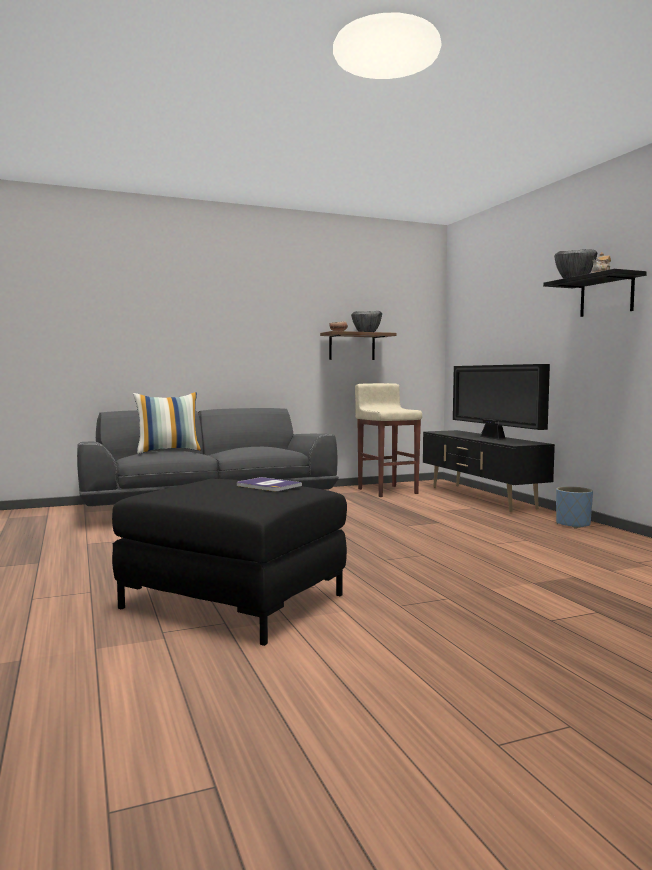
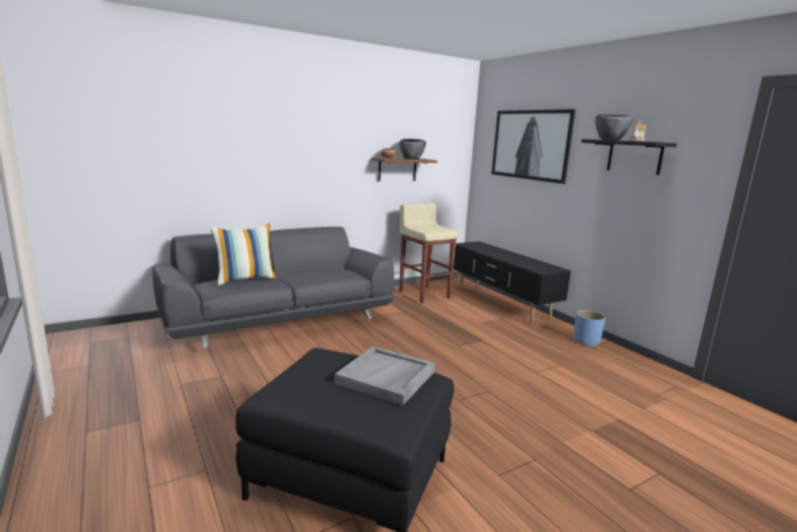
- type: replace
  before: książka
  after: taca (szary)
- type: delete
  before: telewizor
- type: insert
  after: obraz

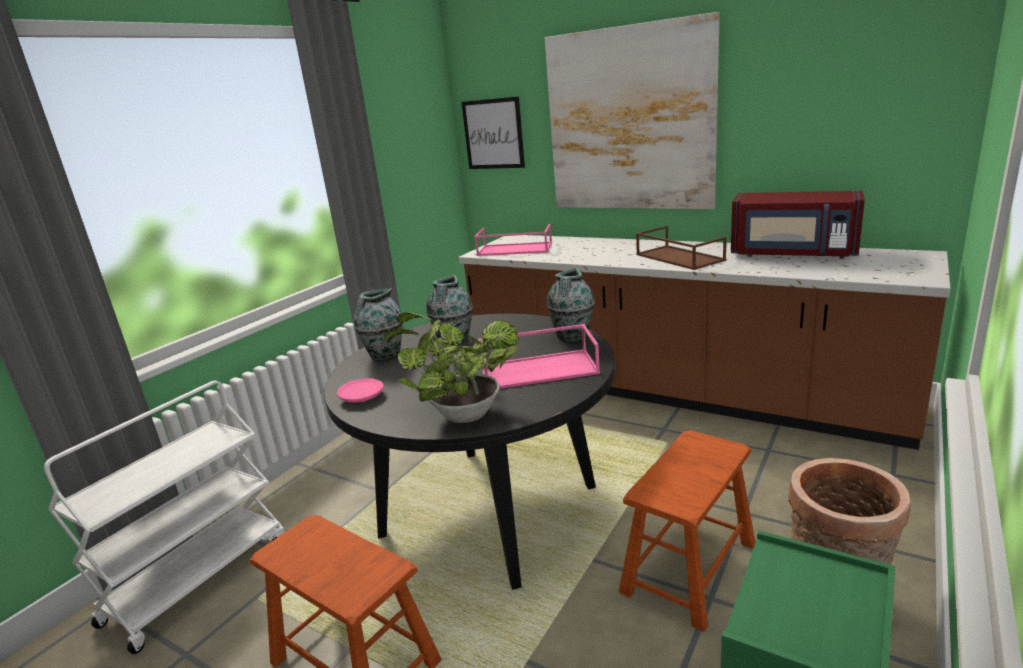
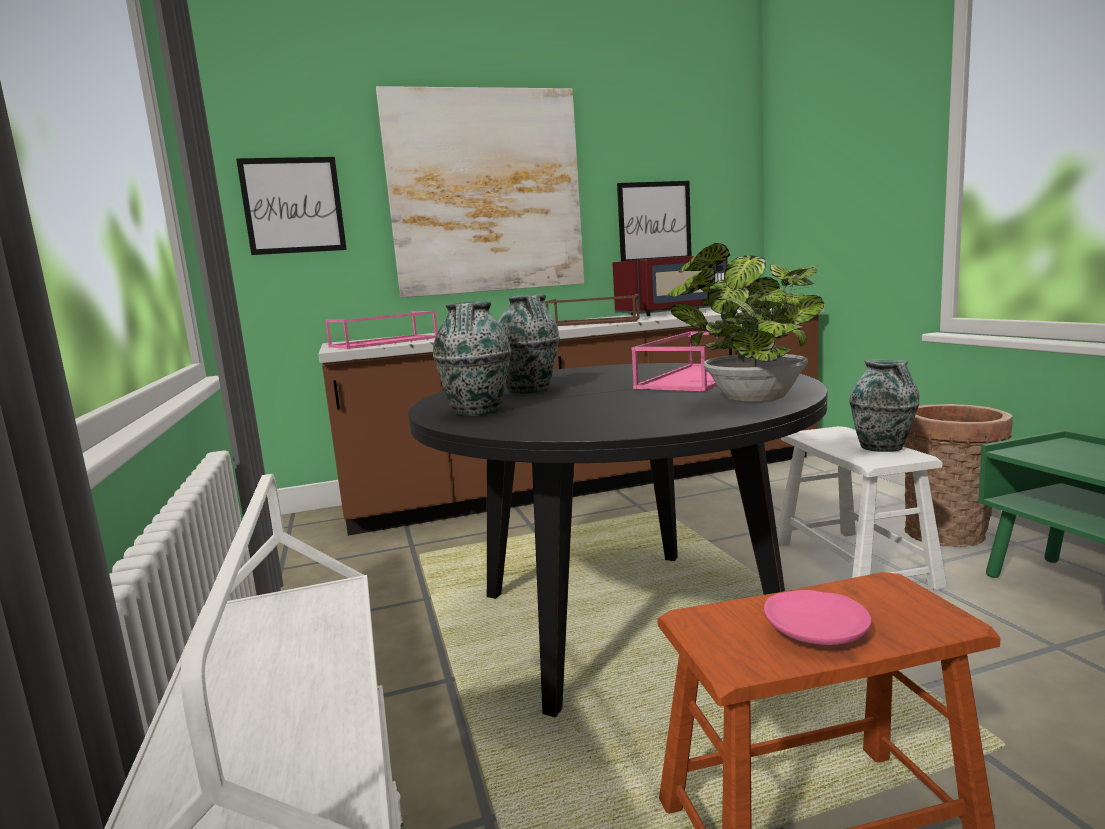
- type: move
  before: talerz (różowy)
- type: move
  before: wazon (3rd from left)
- type: recolor
  before: stołek (brązowy) (2nd from left)
  after: stołek (biały)
- type: insert
  after: obraz (3rd from left)

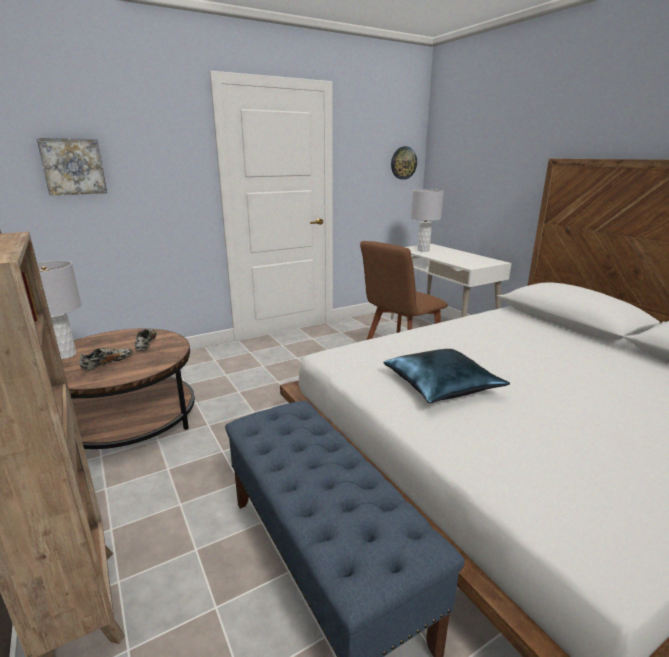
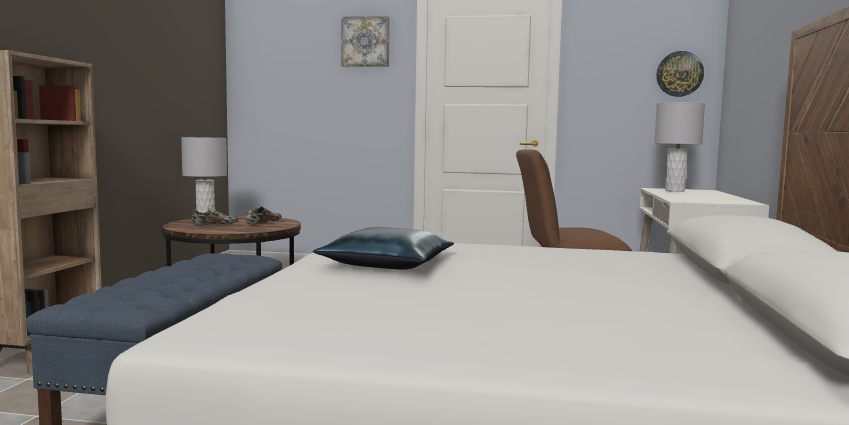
- type: move
  before: obraz

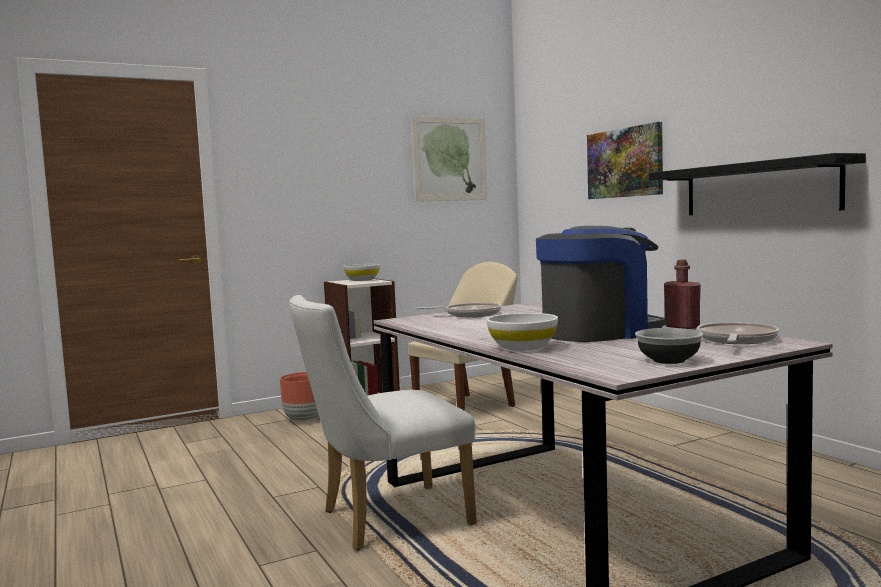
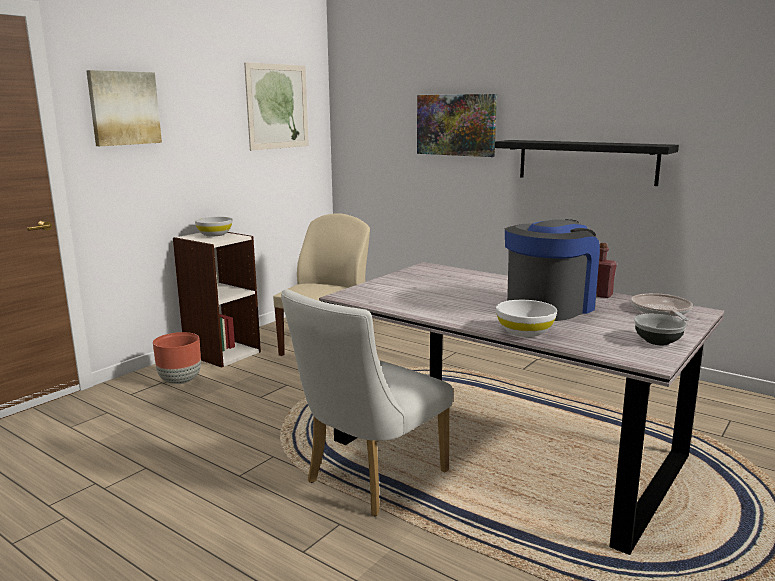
- type: delete
  before: patelnia (1st from left)
- type: insert
  after: obraz (1st from left)

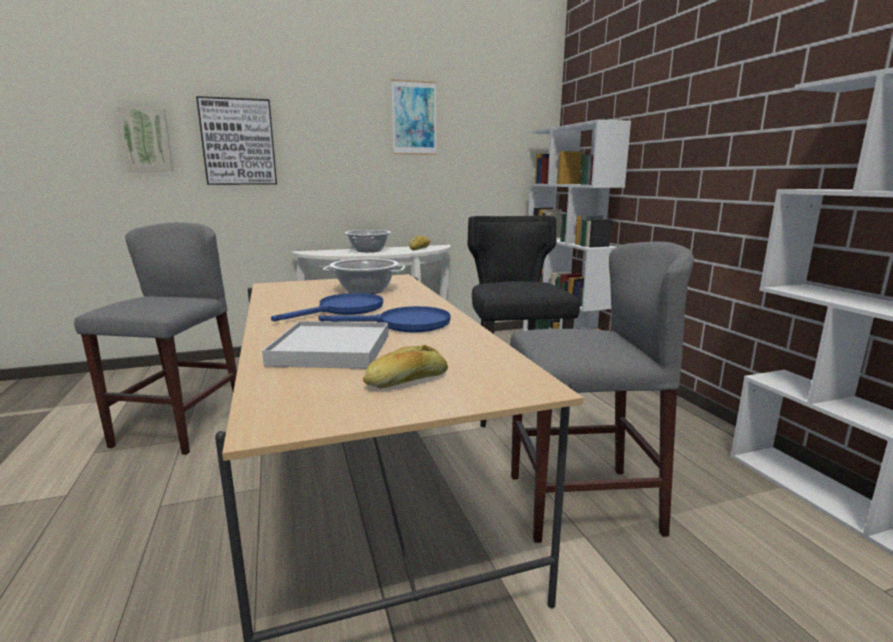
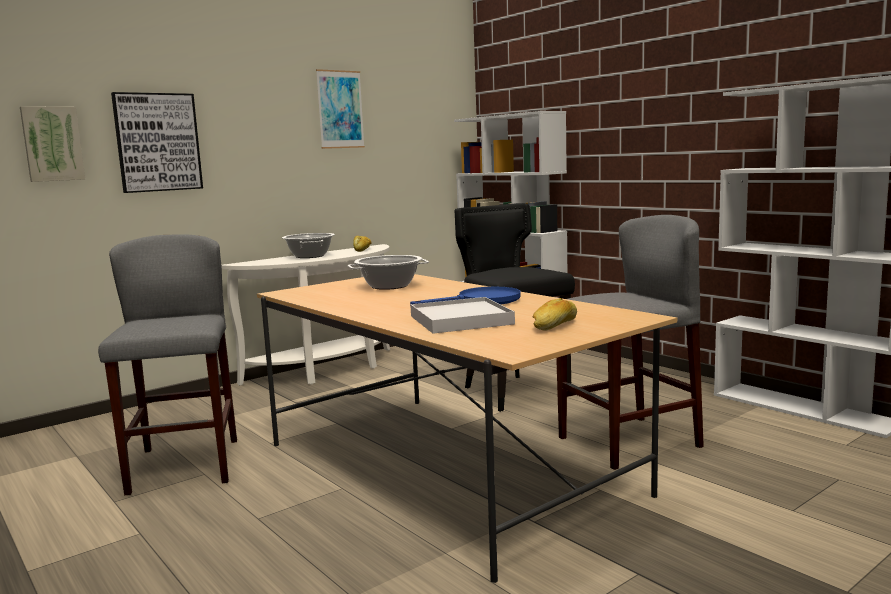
- type: delete
  before: patelnia (niebieski) (1st from left)

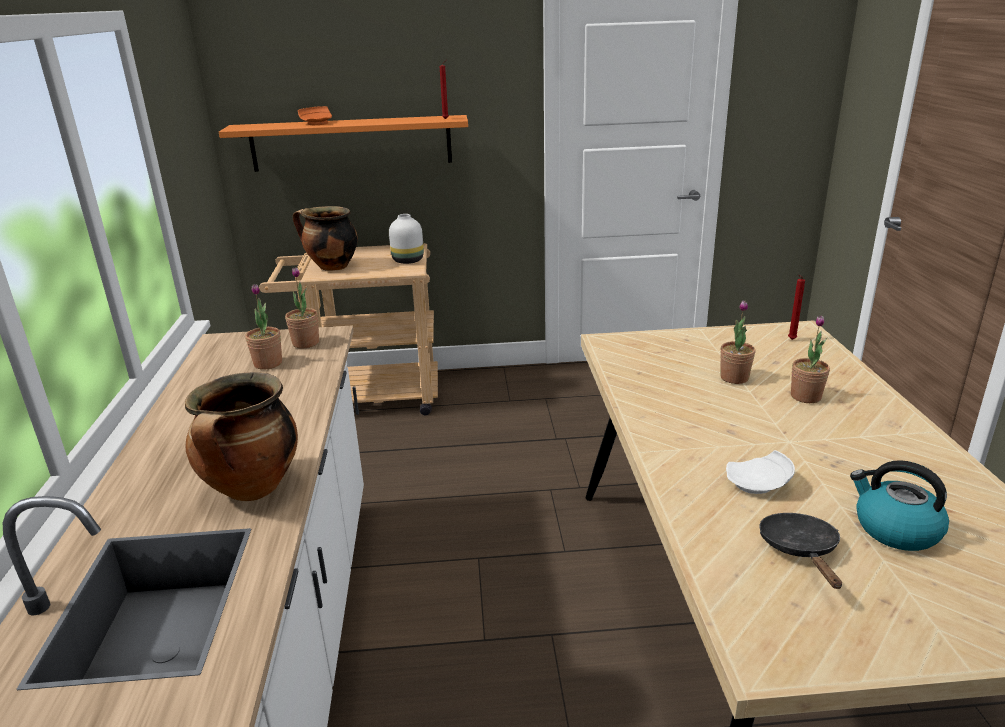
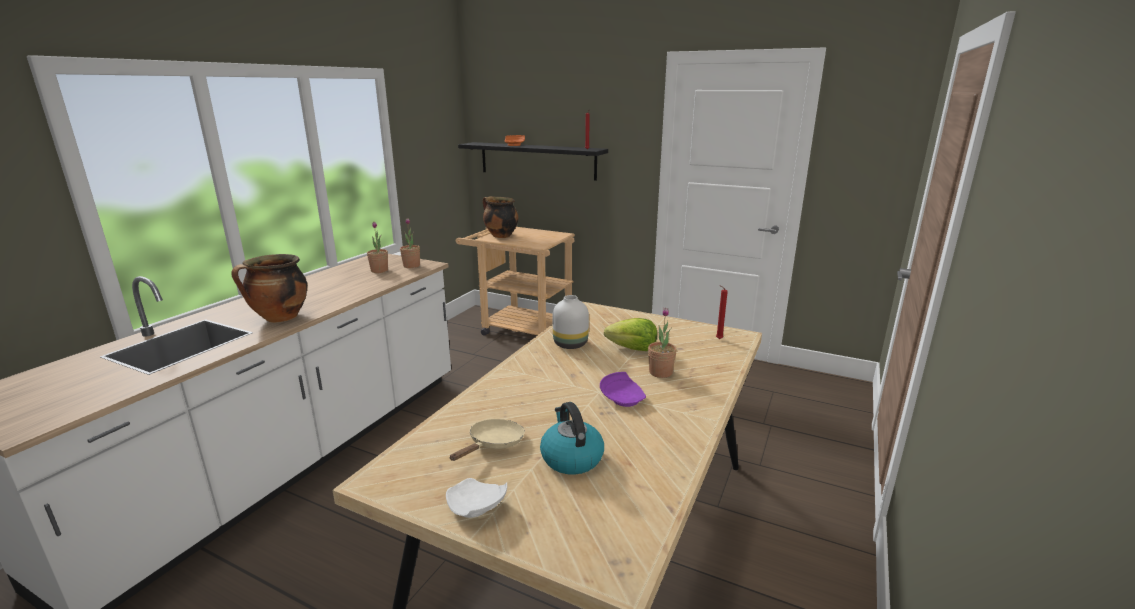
- type: recolor
  before: półka (pomarańczowy)
  after: półka (czarny)
- type: move
  before: wazon (biały)
- type: replace
  before: roślina doniczkowa (3rd from left)
  after: sałata
- type: move
  before: talerz (biały)
- type: recolor
  before: patelnia (czarny)
  after: patelnia (beżowy)
- type: insert
  after: talerz (fioletowy)

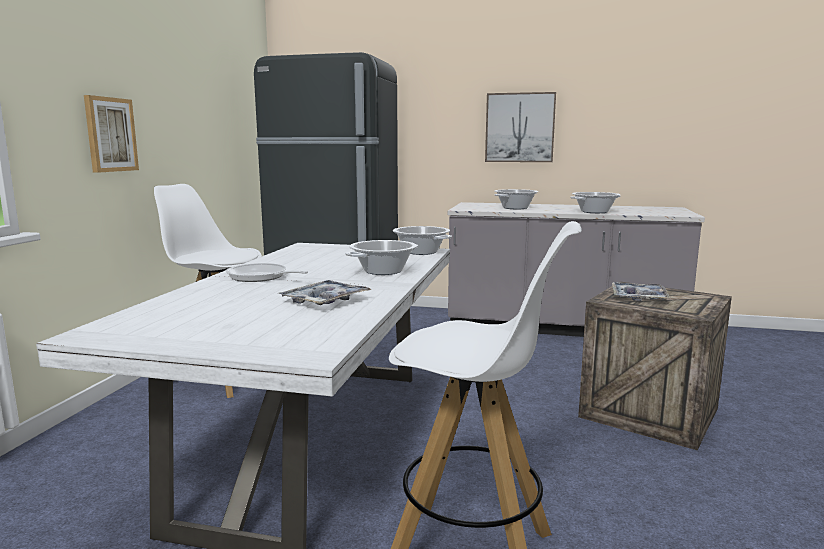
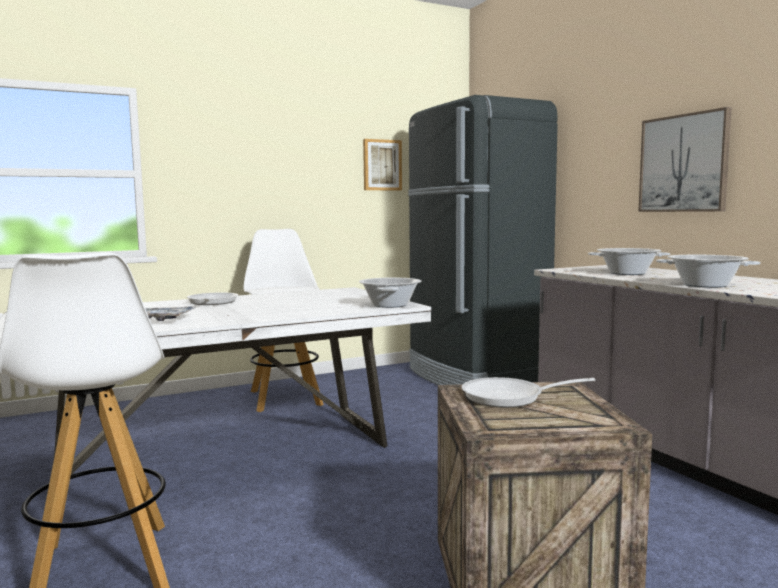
- type: move
  before: obraz (1st from left)
- type: delete
  before: garnek (1st from left)
- type: replace
  before: taca (2nd from left)
  after: patelnia (2nd from left)

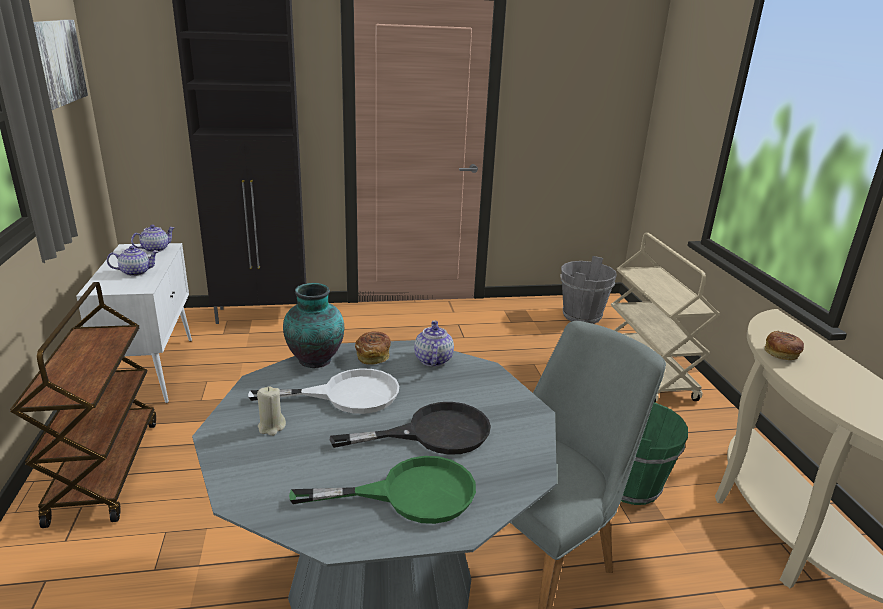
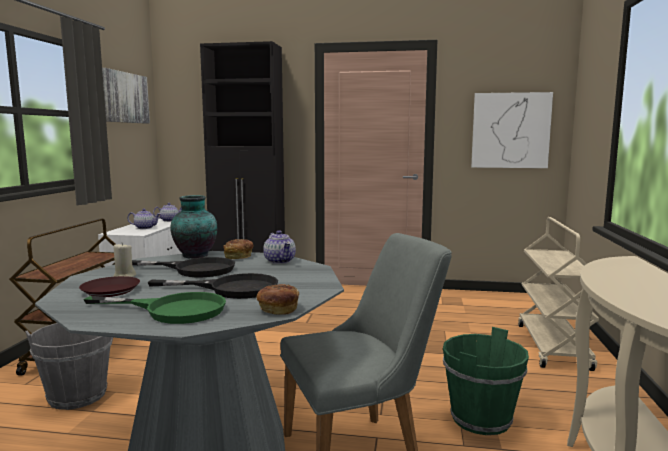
- type: recolor
  before: patelnia (biały)
  after: patelnia (czarny) (1st from left)
- type: rotate
  before: imbryk (3rd from left)
  turn: 135
- type: move
  before: wiadro (szary)
- type: move
  before: chleb (2nd from left)
- type: insert
  after: talerz (brązowy)
- type: insert
  after: obraz (2nd from left)

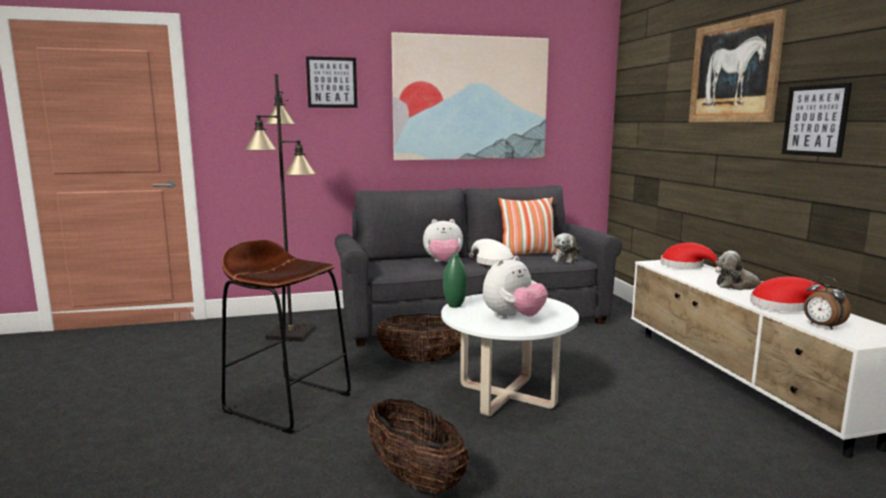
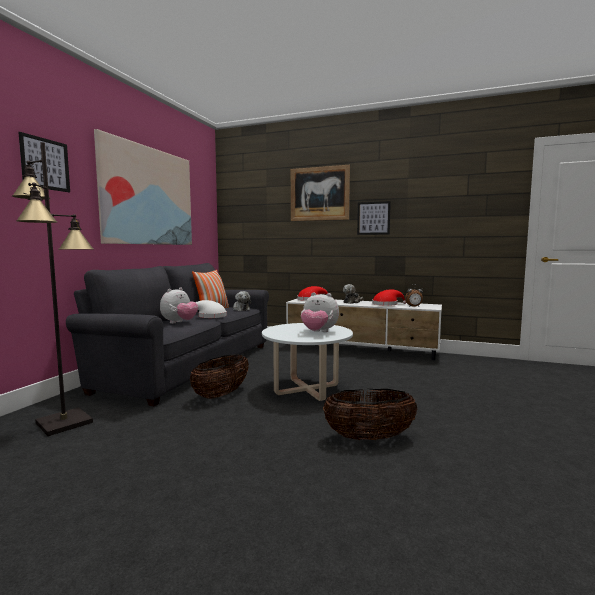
- type: delete
  before: stołek (brązowy)
- type: delete
  before: wazon (zielony)
- type: rotate
  before: pluszak (2nd from left in the first image)
  turn: 120

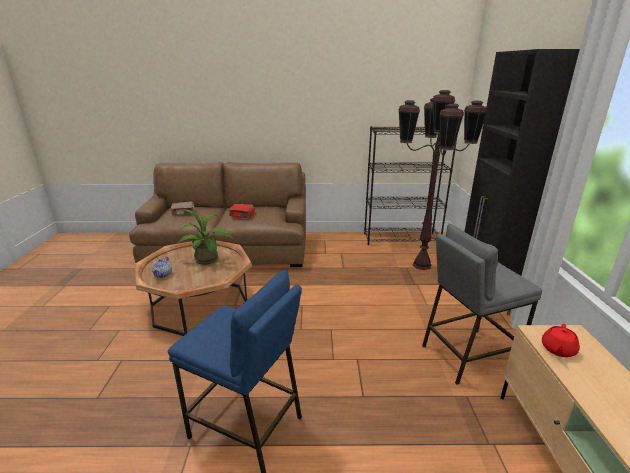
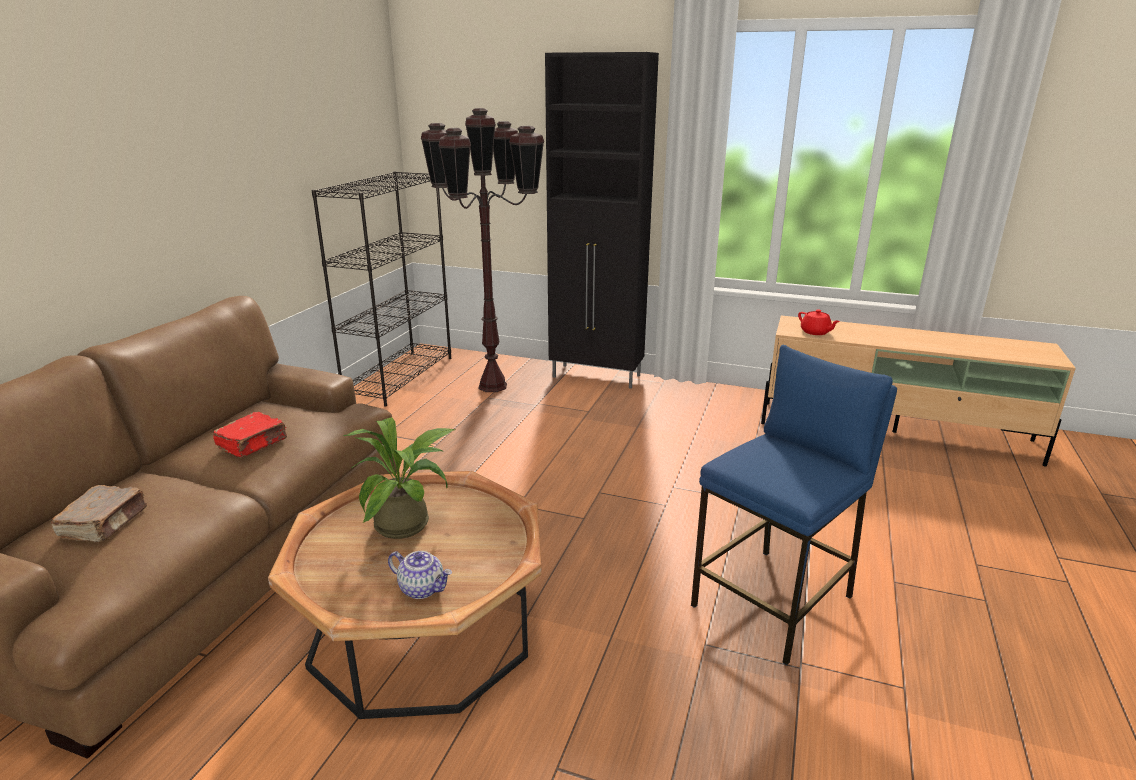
- type: delete
  before: stołek (szary)

